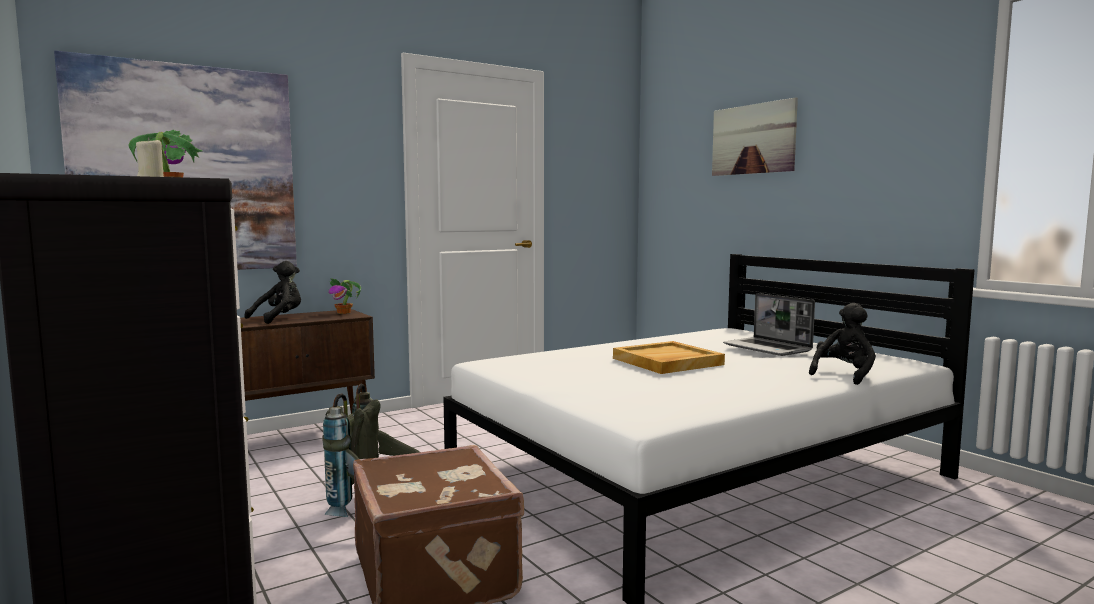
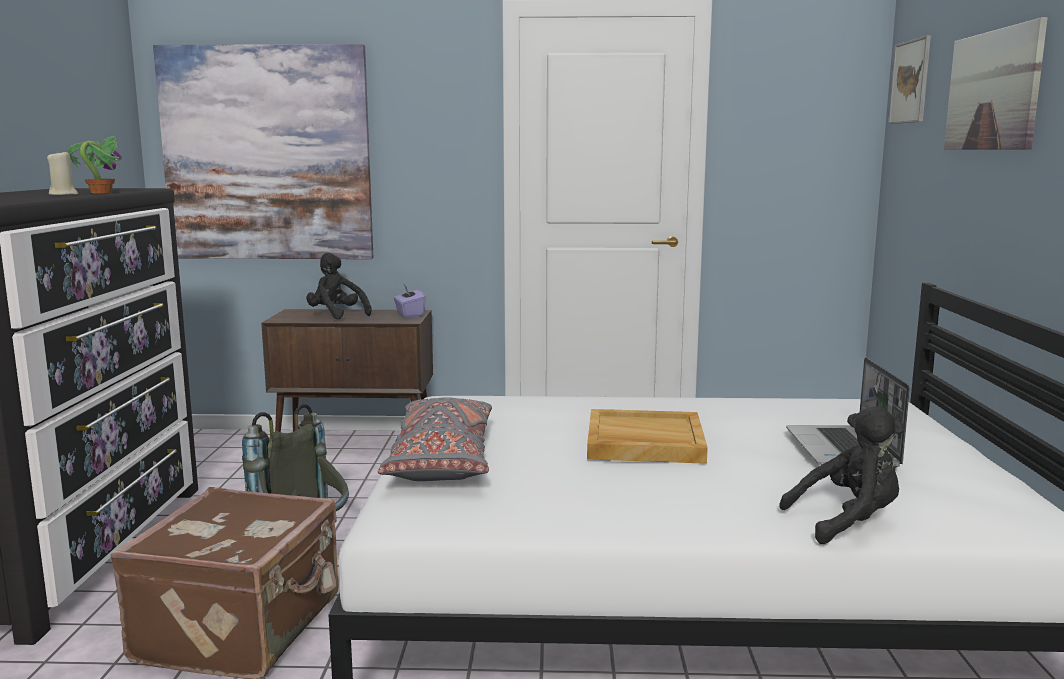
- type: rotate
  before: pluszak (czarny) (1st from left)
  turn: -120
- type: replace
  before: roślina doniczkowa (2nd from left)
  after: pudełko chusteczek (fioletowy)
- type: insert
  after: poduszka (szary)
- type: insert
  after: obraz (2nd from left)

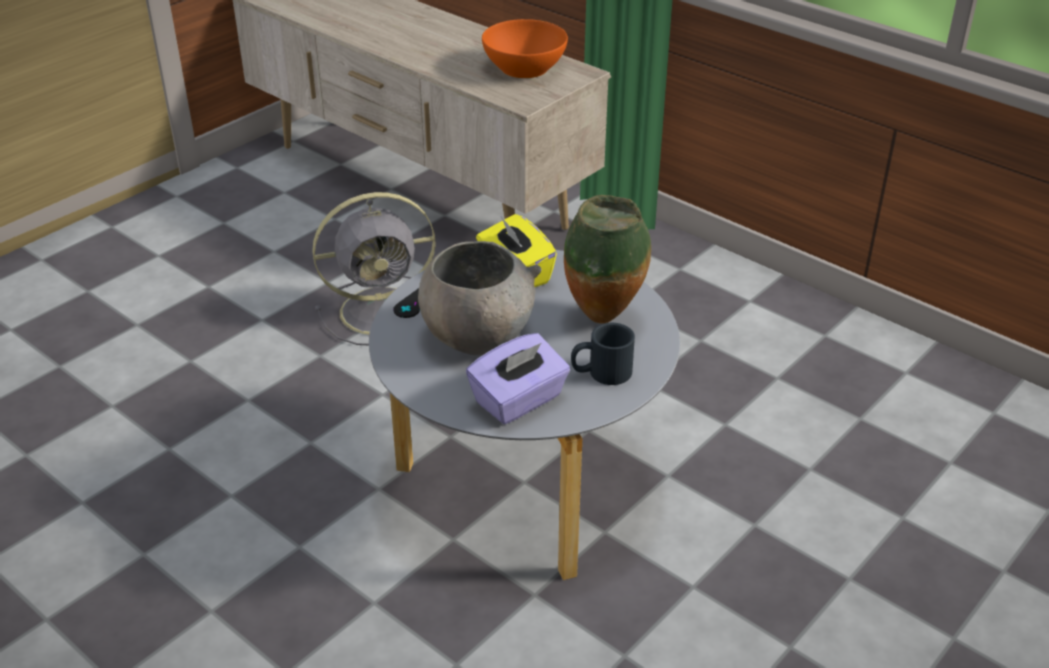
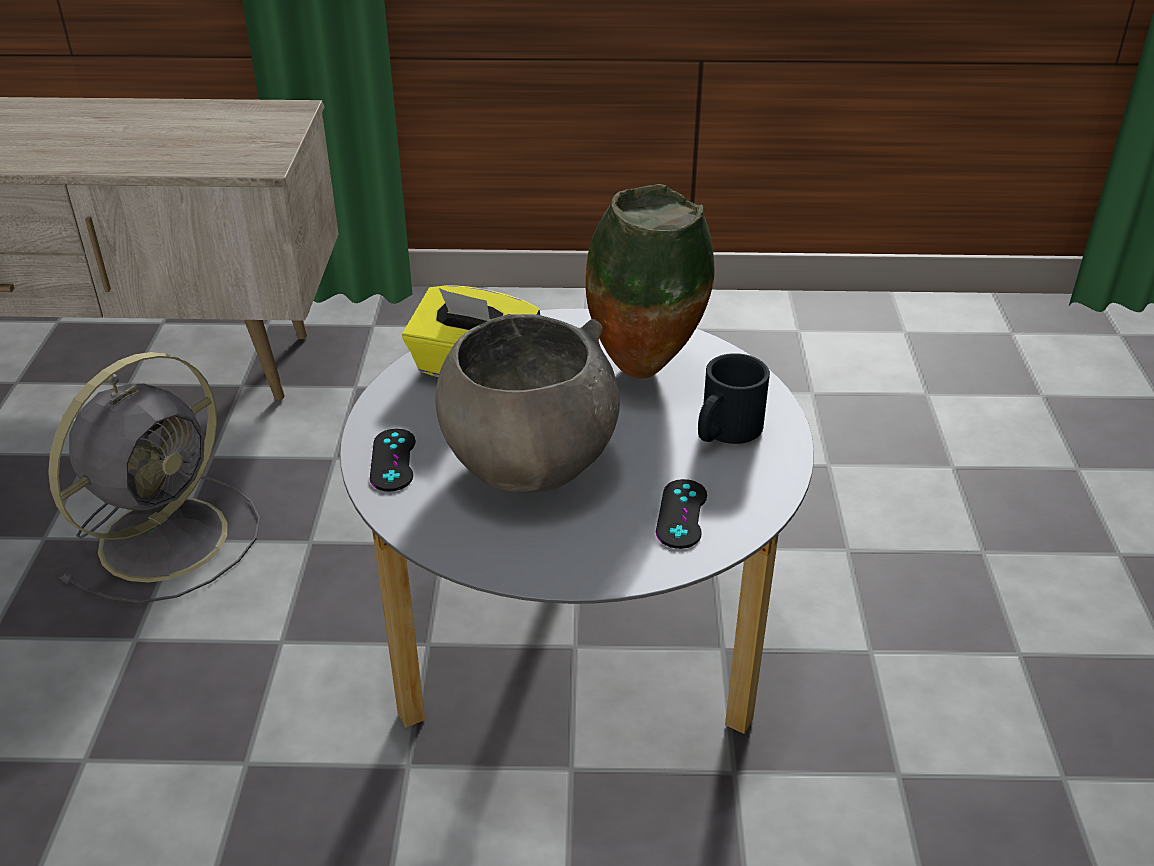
- type: replace
  before: pudełko chusteczek (fioletowy)
  after: pad do gier (czarny) (2nd from left)
- type: delete
  before: miska (pomarańczowy)

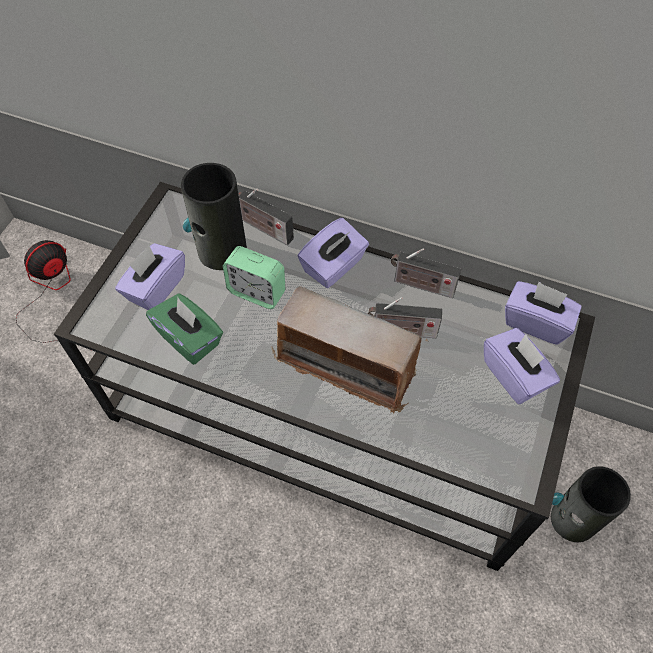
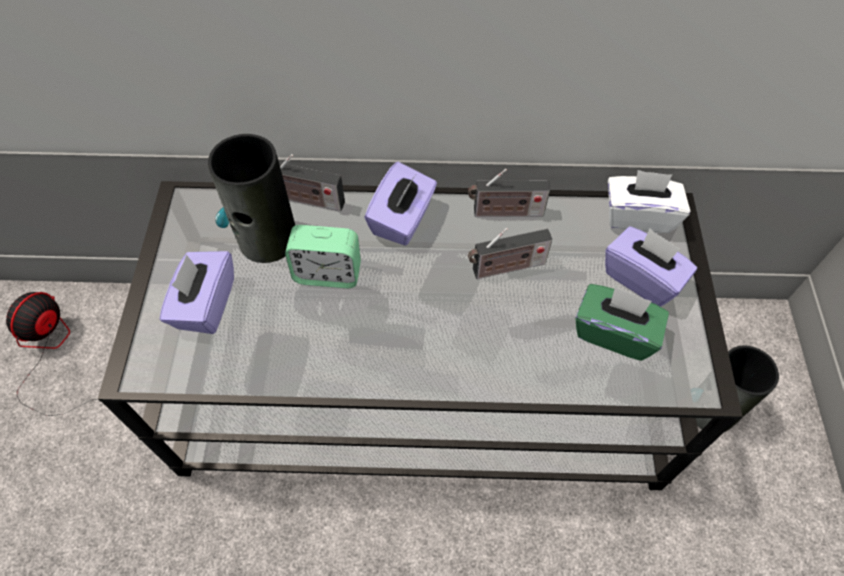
- type: move
  before: pudełko chusteczek (zielony)
- type: delete
  before: radio (2nd from left)
- type: recolor
  before: pudełko chusteczek (fioletowy) (4th from left)
  after: pudełko chusteczek (biały)

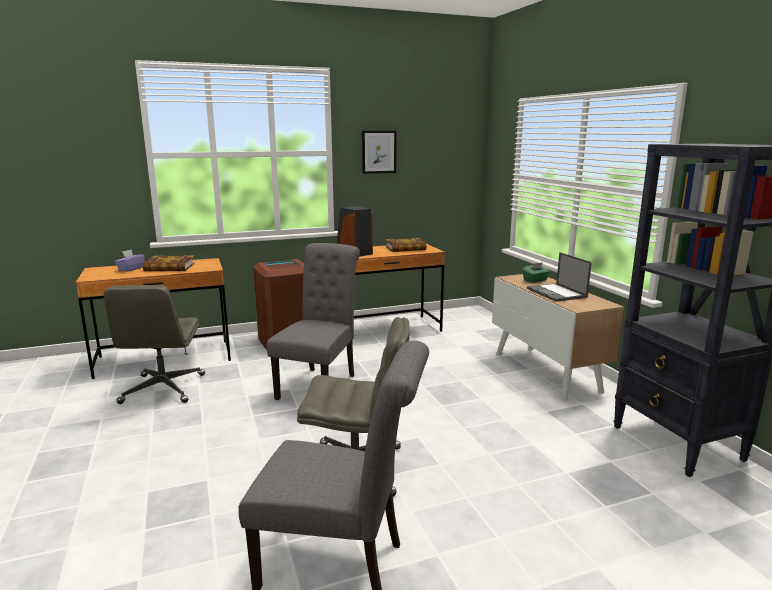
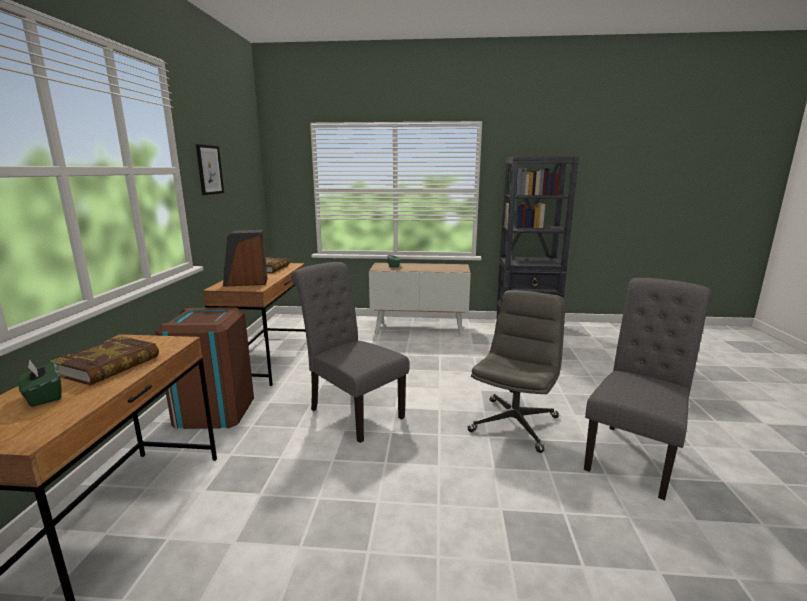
- type: delete
  before: krzesło biurowe (szary) (1st from left)
- type: recolor
  before: pudełko chusteczek (fioletowy)
  after: pudełko chusteczek (zielony) (1st from left)
- type: delete
  before: laptop

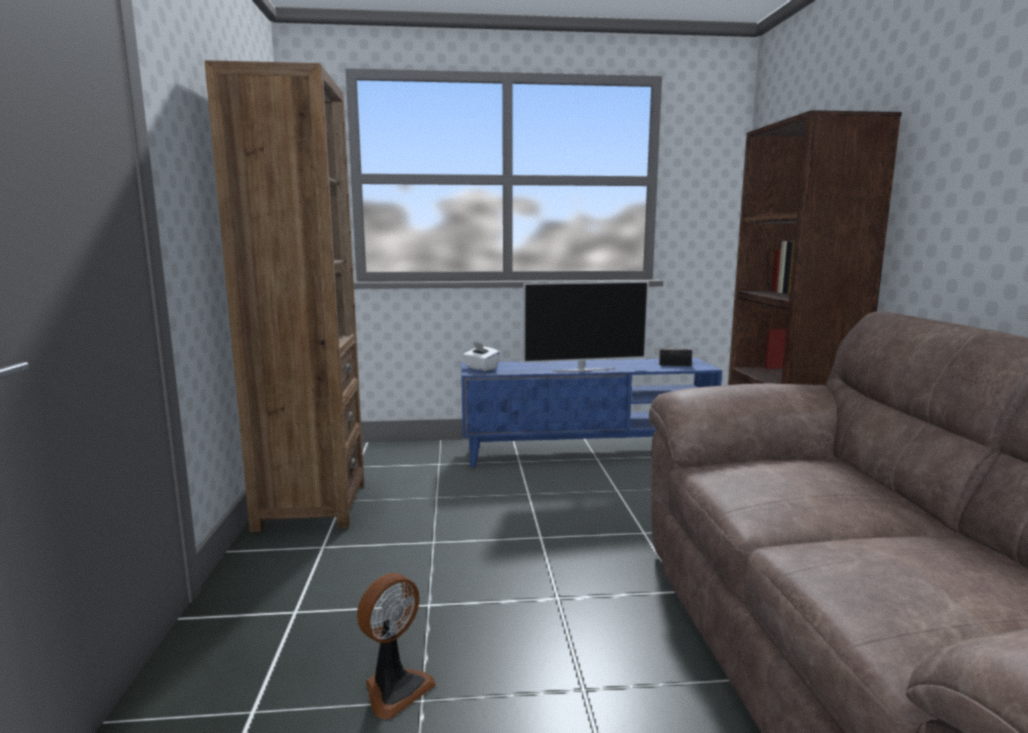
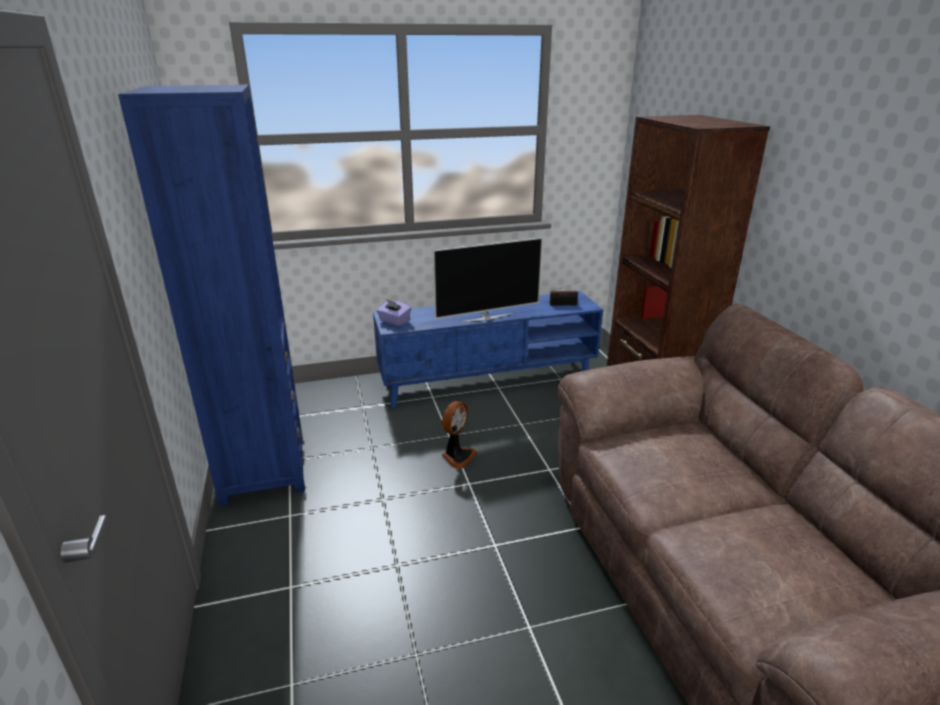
- type: recolor
  before: regał (brązowy) (1st from left)
  after: regał (niebieski)
- type: move
  before: wentylator
- type: recolor
  before: pudełko chusteczek (biały)
  after: pudełko chusteczek (fioletowy)

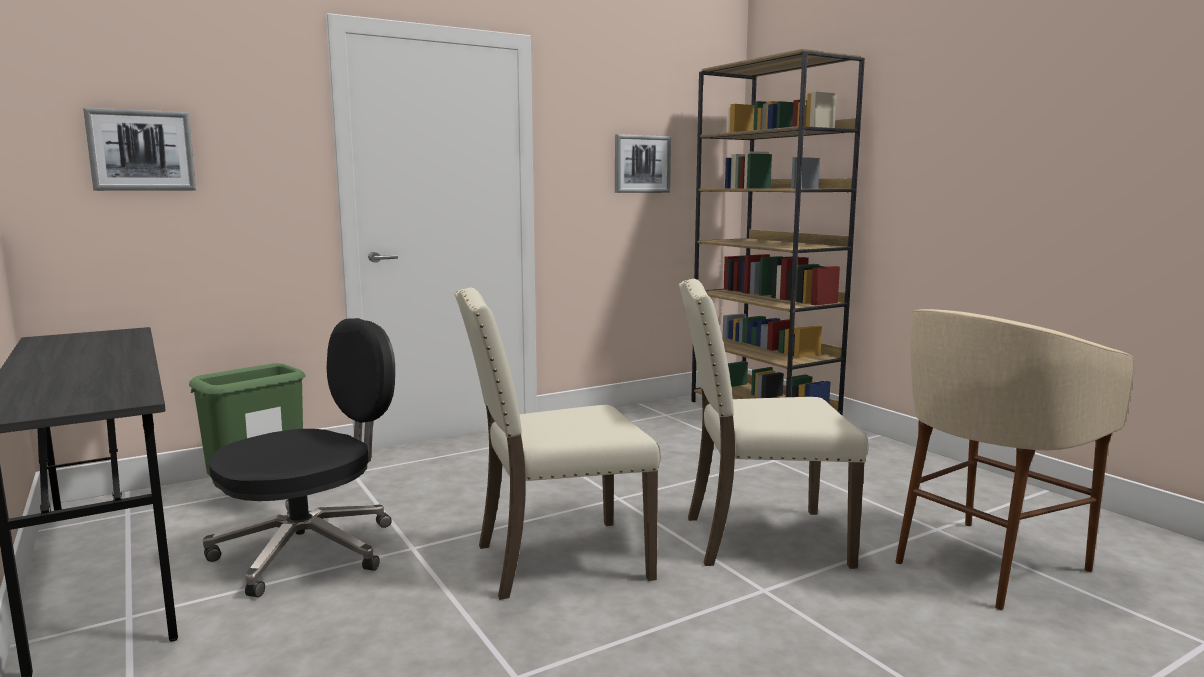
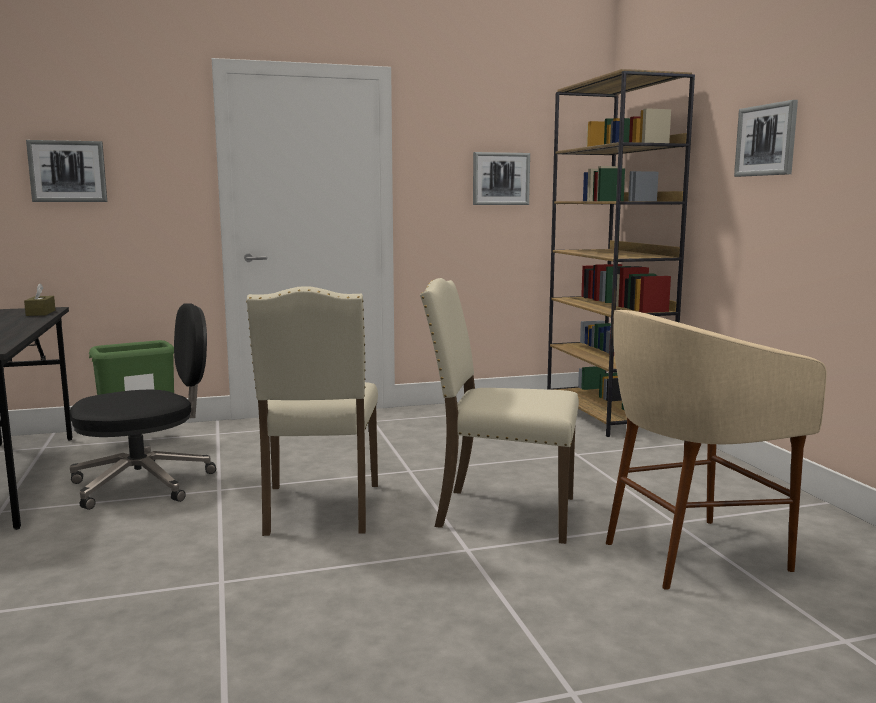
- type: rotate
  before: krzesło (beżowy) (1st from left)
  turn: -90
- type: insert
  after: pudełko chusteczek (brązowy)
- type: insert
  after: obraz (3rd from left)

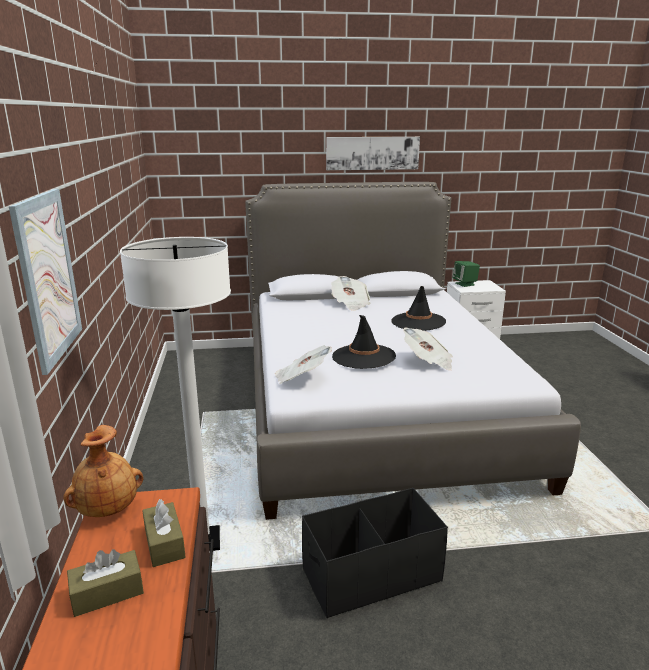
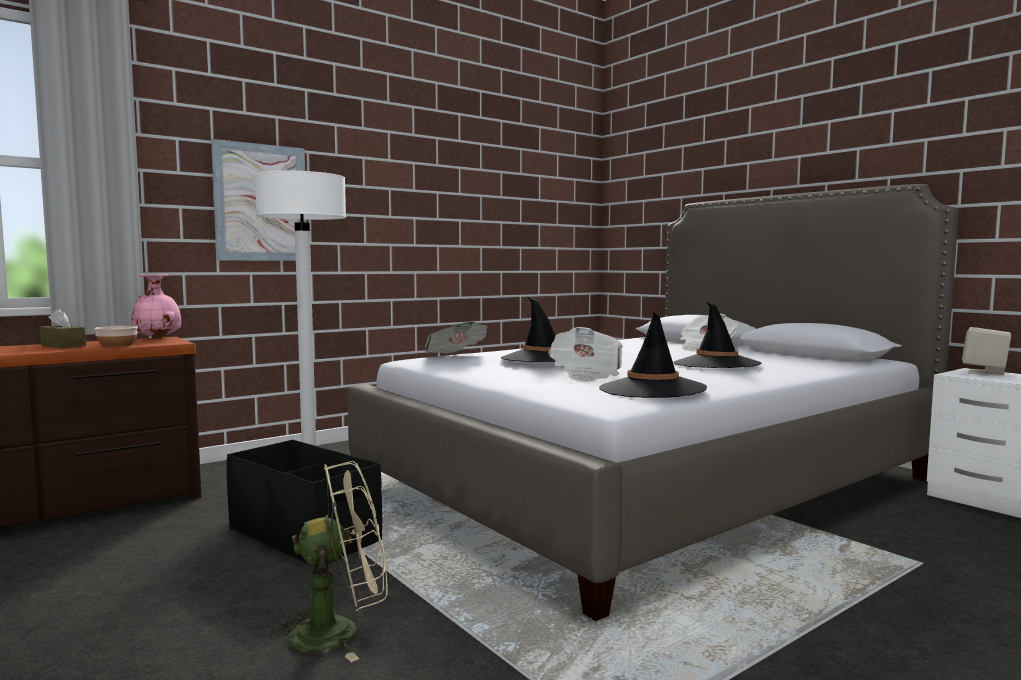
- type: recolor
  before: wazon (brązowy)
  after: wazon (różowy)
- type: replace
  before: pudełko chusteczek (brązowy) (2nd from left)
  after: miska
- type: delete
  before: obraz (2nd from left)
- type: recolor
  before: głośnik (zielony)
  after: głośnik (beżowy)
- type: insert
  after: wentylator (beżowy)
- type: insert
  after: kapelusz (czarny) (2nd from left)

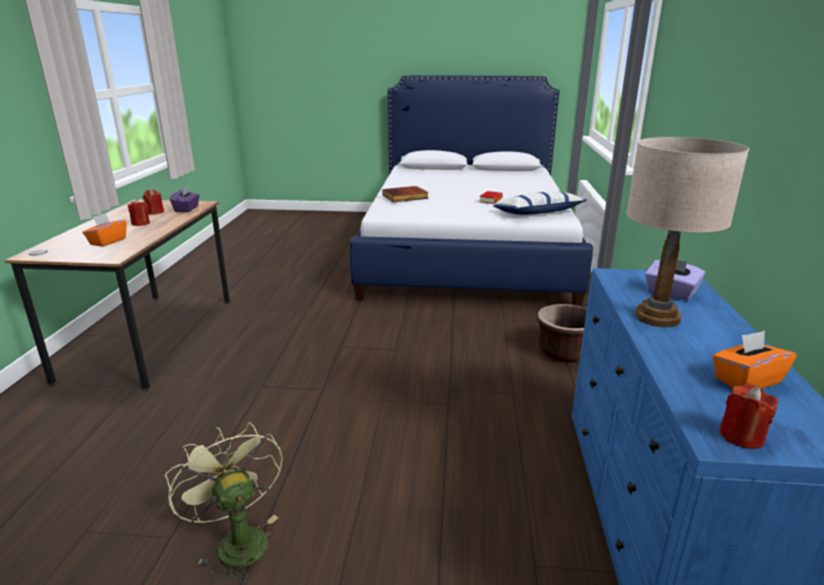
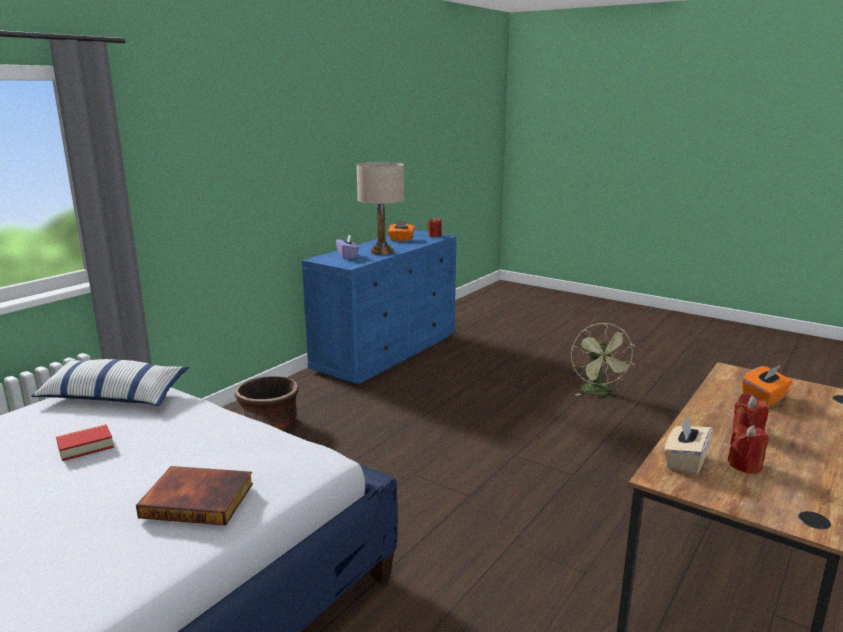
- type: recolor
  before: pudełko chusteczek (fioletowy) (1st from left)
  after: pudełko chusteczek (beżowy)

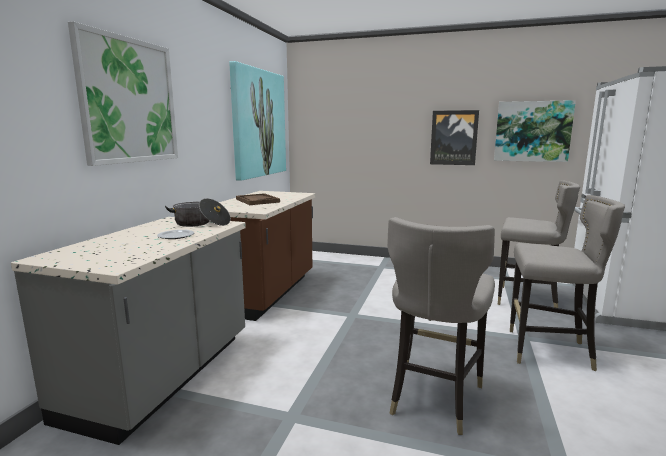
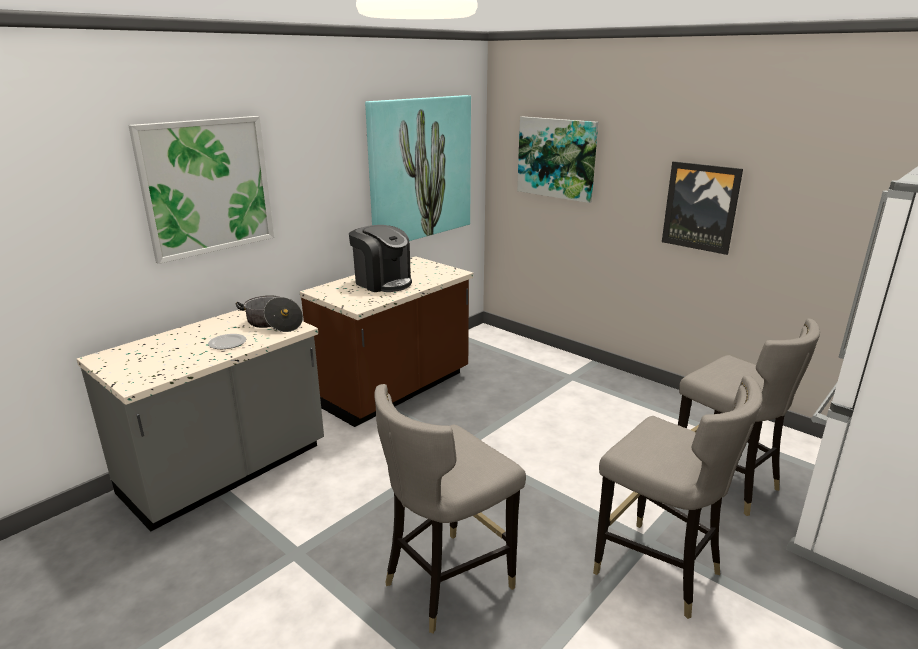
- type: replace
  before: taca (brązowy)
  after: ekspres do kawy
- type: move
  before: obraz (4th from left in the first image)
  after: obraz (3rd from left)

